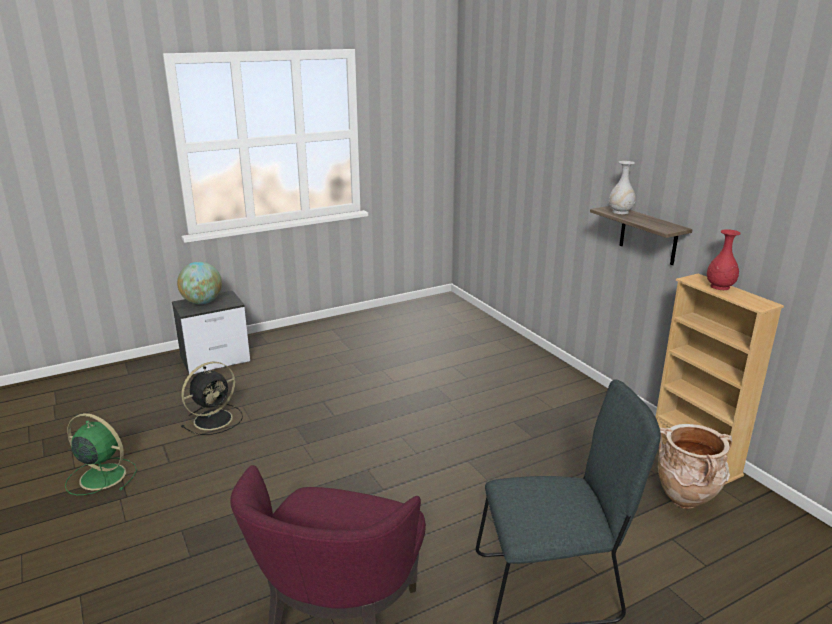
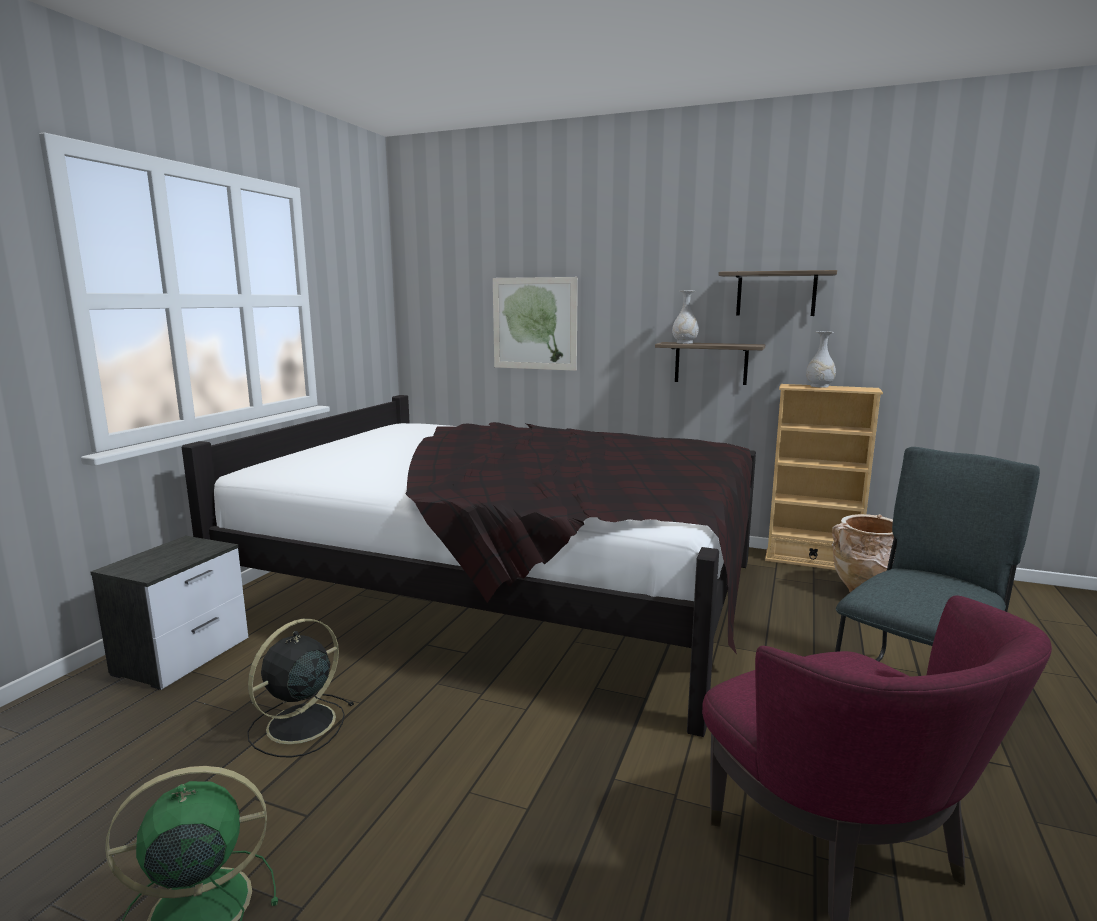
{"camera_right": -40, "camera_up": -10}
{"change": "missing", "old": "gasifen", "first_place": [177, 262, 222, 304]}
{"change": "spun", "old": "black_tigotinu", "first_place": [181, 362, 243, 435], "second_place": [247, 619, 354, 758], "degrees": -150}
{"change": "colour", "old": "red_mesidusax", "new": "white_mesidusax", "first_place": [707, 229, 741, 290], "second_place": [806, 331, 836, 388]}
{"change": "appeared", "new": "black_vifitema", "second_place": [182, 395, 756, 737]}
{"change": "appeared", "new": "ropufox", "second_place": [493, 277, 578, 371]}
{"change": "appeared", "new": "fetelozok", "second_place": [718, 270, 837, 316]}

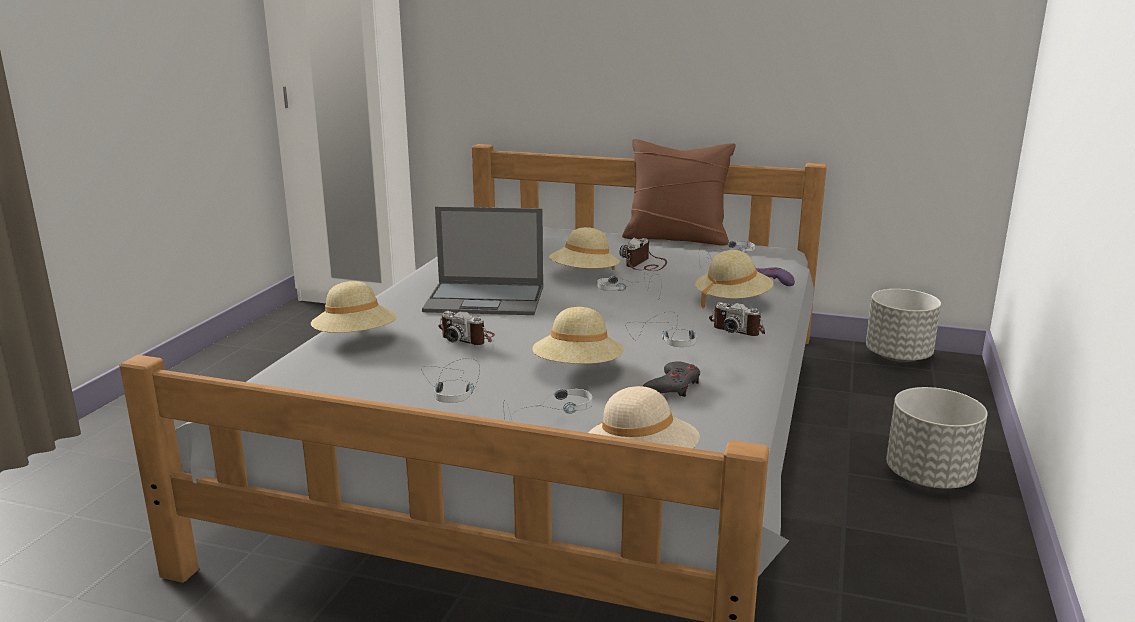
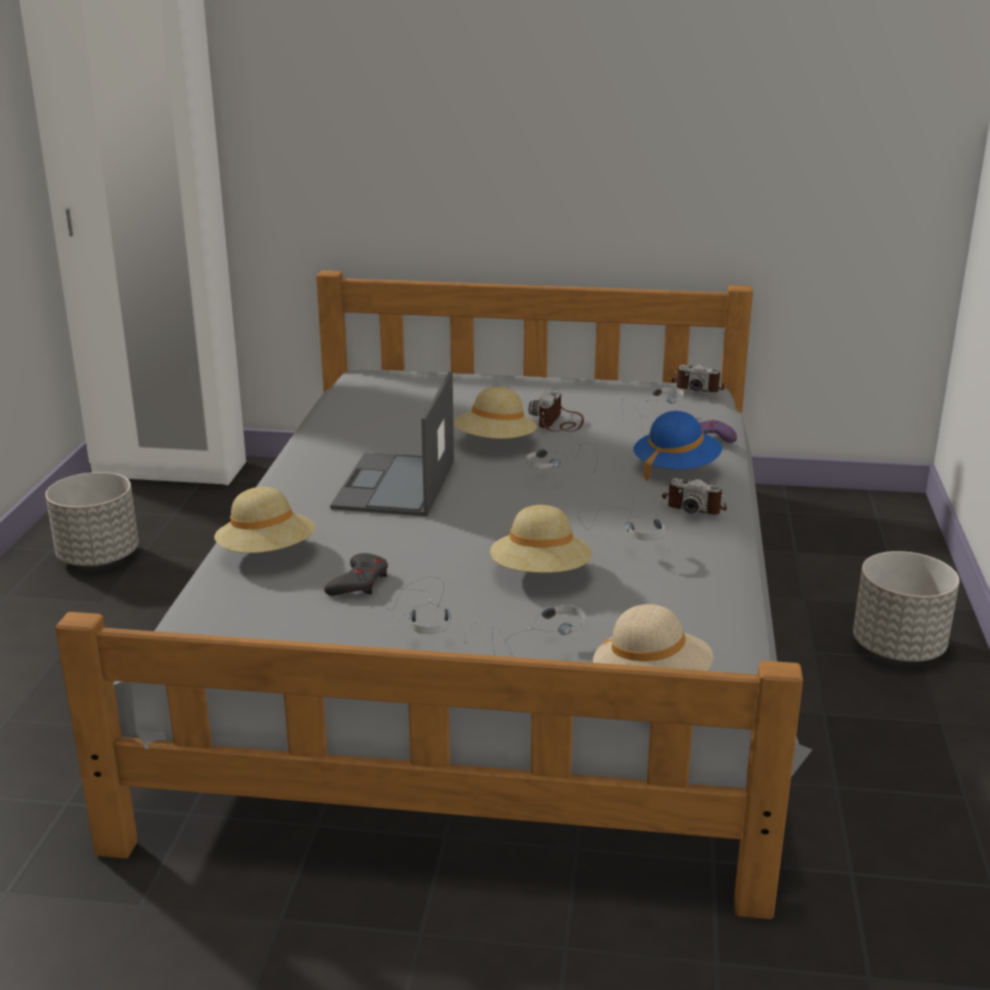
{"camera_right": -10, "camera_up": 5}
{"change": "spun", "old": "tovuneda", "first_place": [422, 206, 543, 315], "second_place": [330, 372, 454, 516], "degrees": 105}
{"change": "relocated", "old": "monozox", "first_place": [438, 311, 495, 345], "second_place": [671, 364, 724, 393]}
{"change": "missing", "old": "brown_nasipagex", "first_place": [622, 139, 736, 245]}
{"change": "relocated", "old": "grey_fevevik", "first_place": [642, 361, 700, 397], "second_place": [324, 553, 388, 596]}
{"change": "colour", "old": "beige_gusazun", "new": "blue_gusazun", "first_place": [695, 250, 774, 309], "second_place": [634, 411, 722, 481]}
{"change": "relocated", "old": "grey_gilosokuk", "first_place": [866, 289, 941, 362], "second_place": [45, 472, 139, 566]}

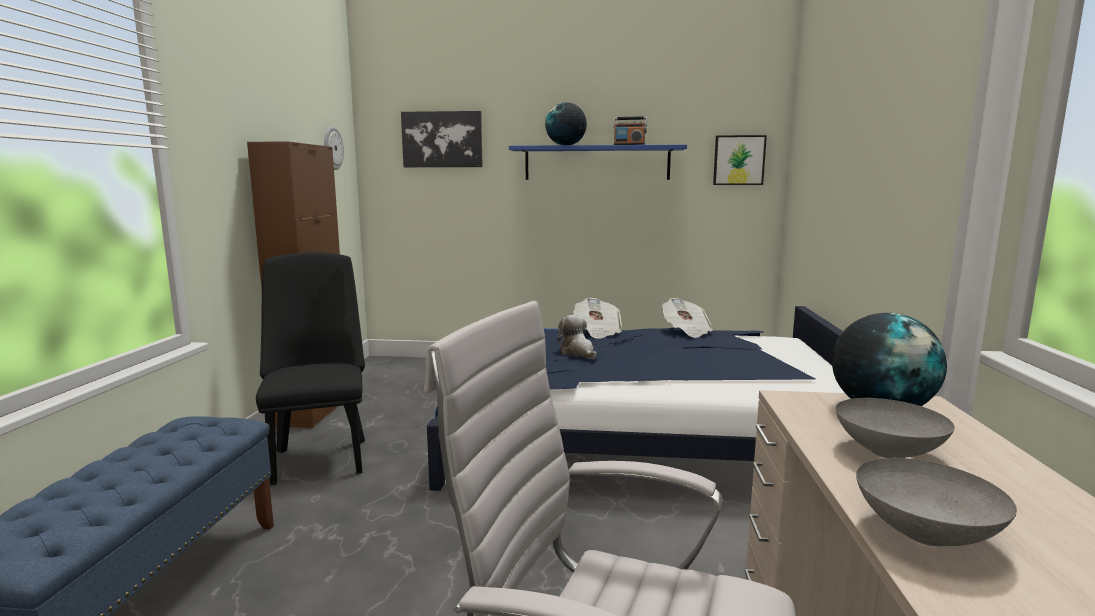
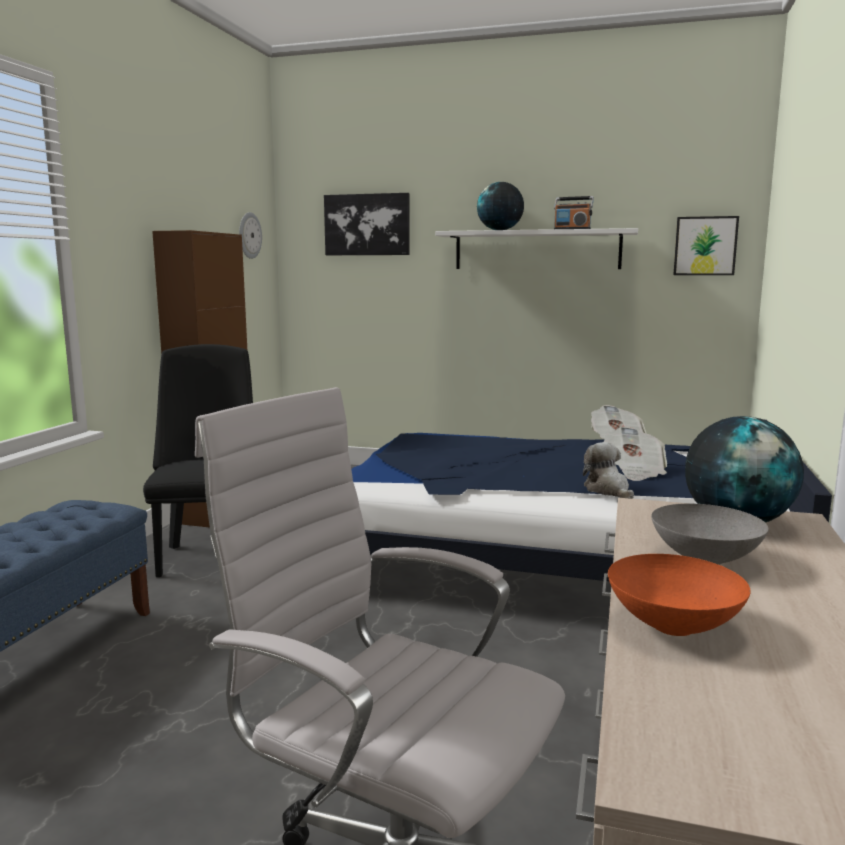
{"camera_right": 10, "camera_up": 0}
{"change": "colour", "old": "blue_fetelozok", "new": "white_fetelozok", "first_place": [509, 145, 687, 180], "second_place": [435, 228, 638, 269]}
{"change": "relocated", "old": "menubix", "first_place": [557, 315, 597, 359], "second_place": [583, 442, 634, 499]}
{"change": "relocated", "old": "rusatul", "first_place": [574, 298, 622, 339], "second_place": [604, 426, 667, 481]}
{"change": "colour", "old": "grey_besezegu", "new": "orange_besezegu", "first_place": [856, 458, 1017, 546], "second_place": [608, 554, 750, 636]}

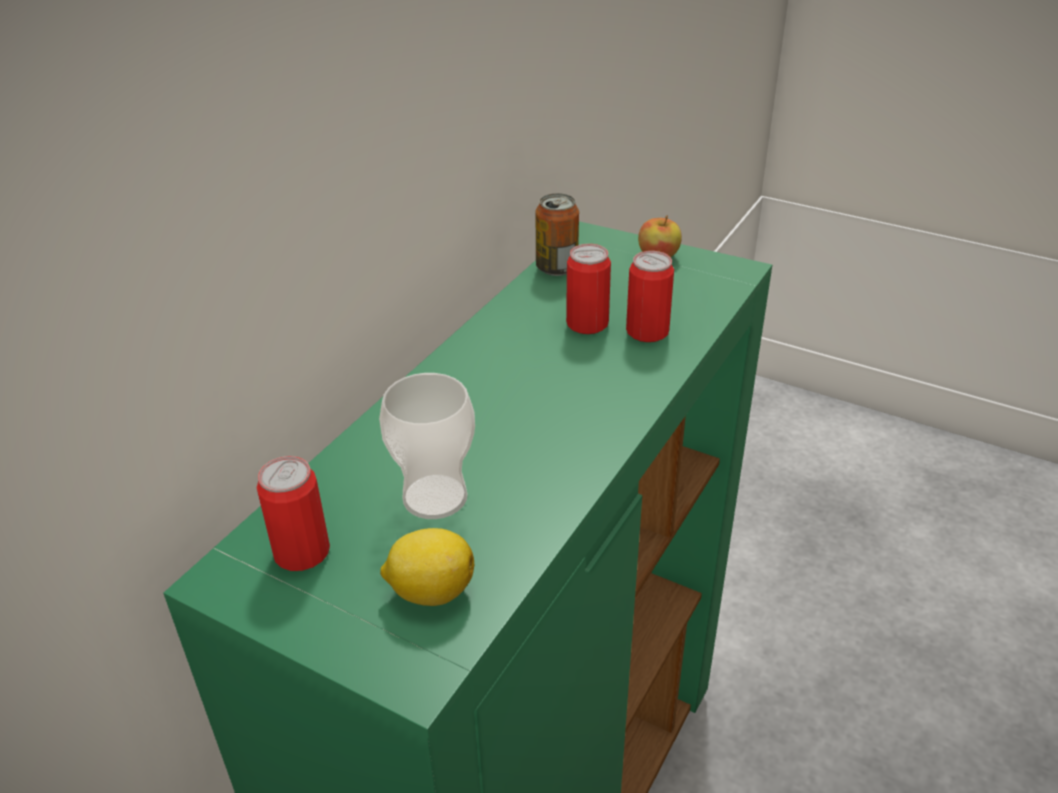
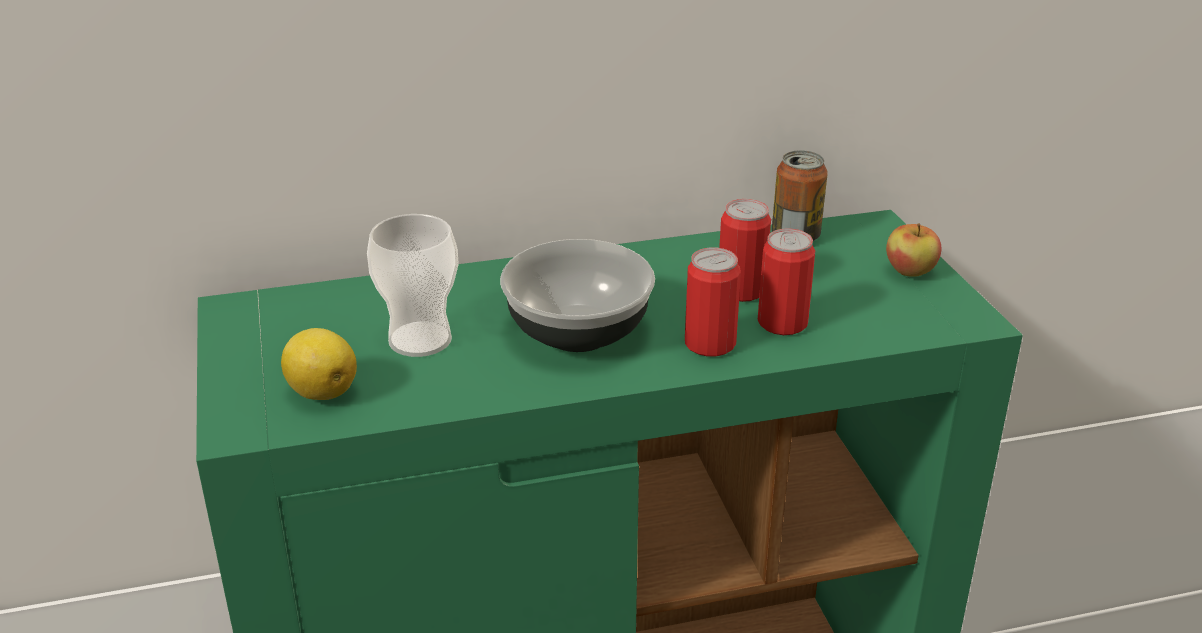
{"camera_right": 45, "camera_up": -5}
{"change": "relocated", "old": "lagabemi", "first_place": [257, 456, 330, 571], "second_place": [685, 247, 741, 357]}
{"change": "appeared", "new": "besezegu", "second_place": [500, 239, 655, 352]}

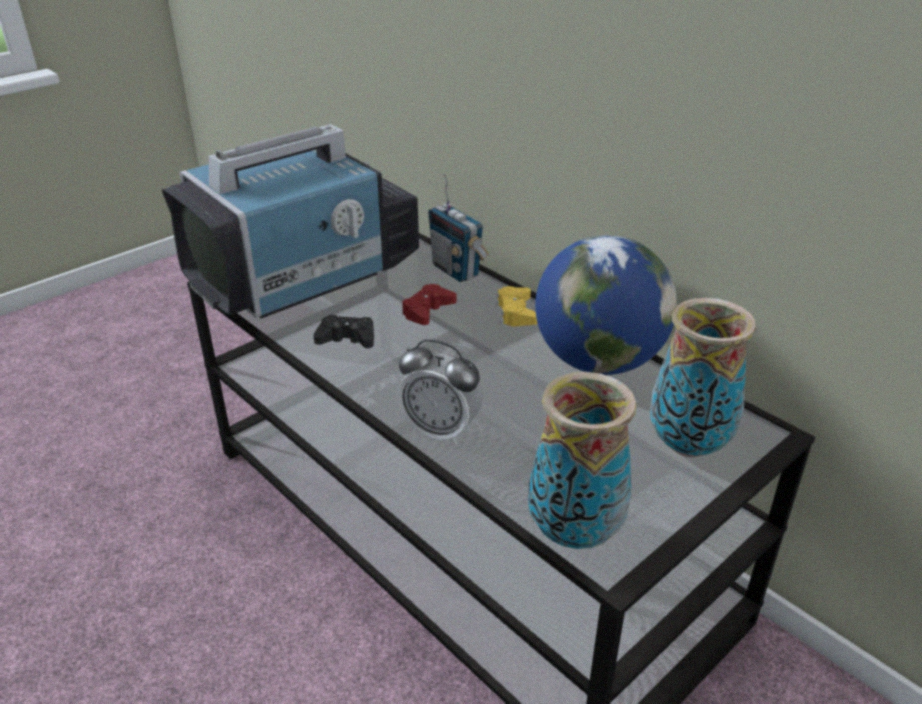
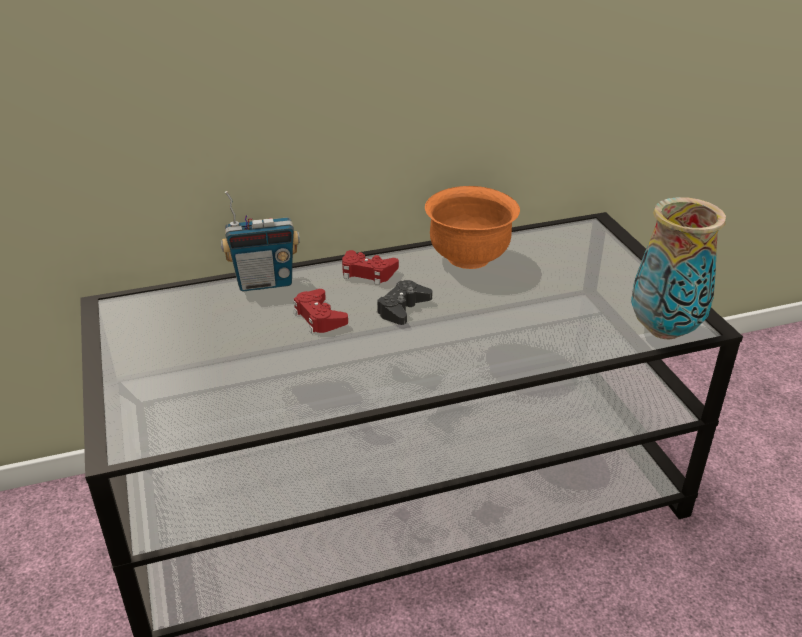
{"camera_right": -65, "camera_up": 0}
{"change": "missing", "old": "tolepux", "first_place": [162, 124, 419, 319]}
{"change": "relocated", "old": "black_fevevik", "first_place": [313, 315, 374, 348], "second_place": [377, 280, 432, 325]}
{"change": "missing", "old": "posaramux", "first_place": [397, 339, 483, 446]}
{"change": "colour", "old": "yellow_fevevik", "new": "red_fevevik", "first_place": [496, 286, 538, 327], "second_place": [342, 250, 399, 285]}
{"change": "exchanged", "old": "gasifen", "new": "orange_besezegu", "first_place": [535, 235, 677, 375], "second_place": [425, 186, 520, 269]}
{"change": "missing", "old": "mesidusax", "first_place": [650, 298, 756, 457]}

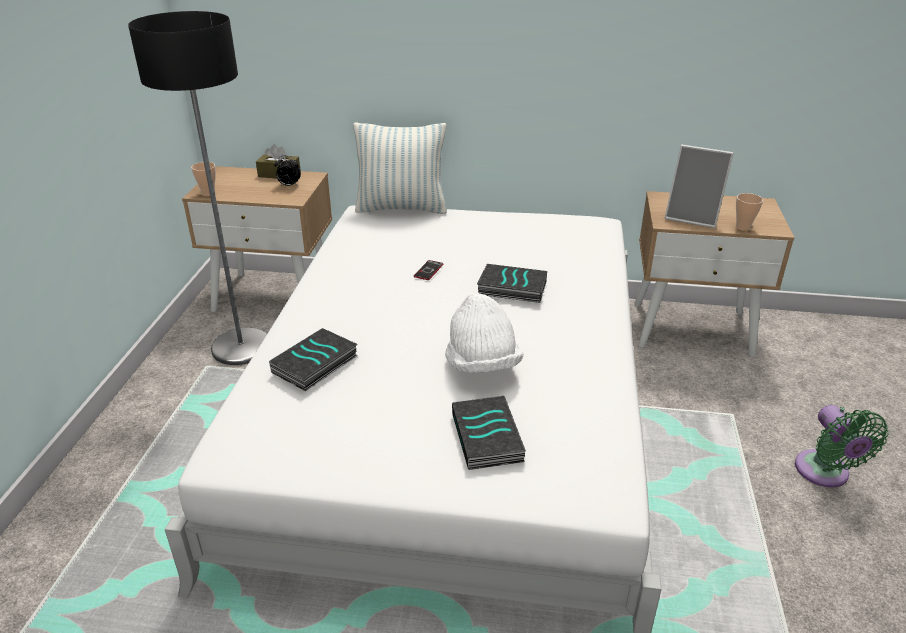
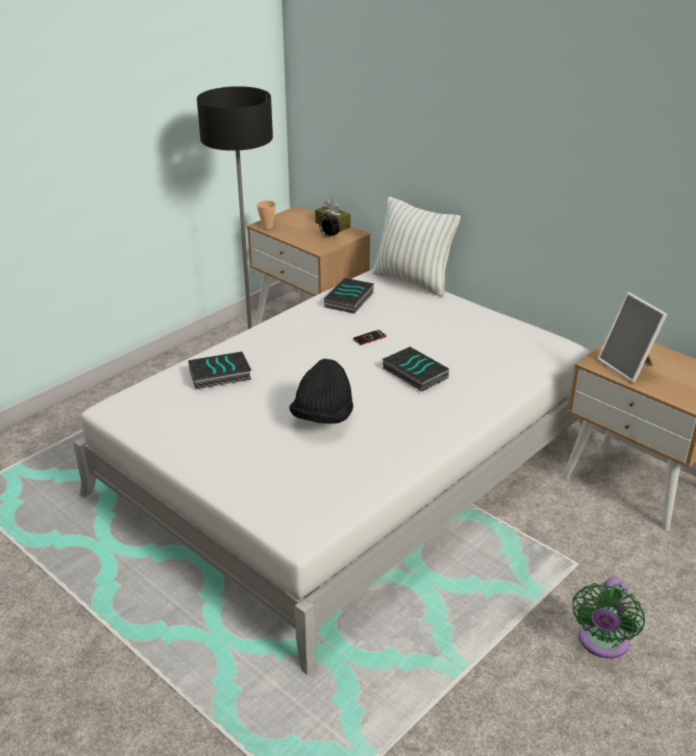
{"camera_right": 35, "camera_up": 0}
{"change": "colour", "old": "white_gusazun", "new": "black_gusazun", "first_place": [445, 293, 523, 373], "second_place": [289, 359, 353, 424]}
{"change": "relocated", "old": "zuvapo", "first_place": [452, 396, 526, 470], "second_place": [324, 278, 374, 314]}
{"change": "missing", "old": "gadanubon", "first_place": [736, 193, 763, 231]}

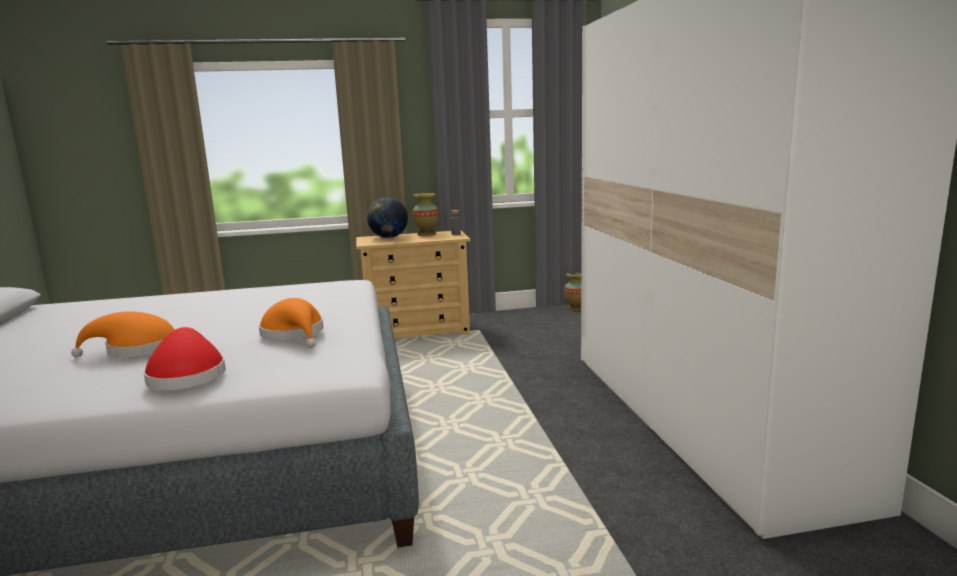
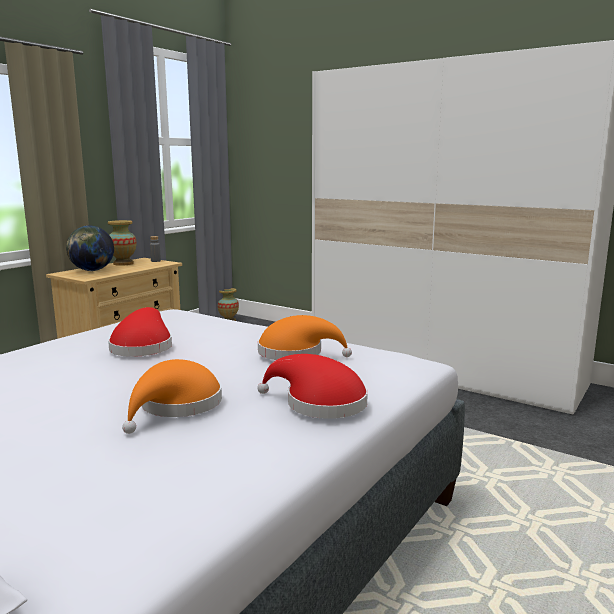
{"camera_right": -45, "camera_up": 0}
{"change": "appeared", "new": "red_gusazun", "second_place": [108, 307, 172, 357]}

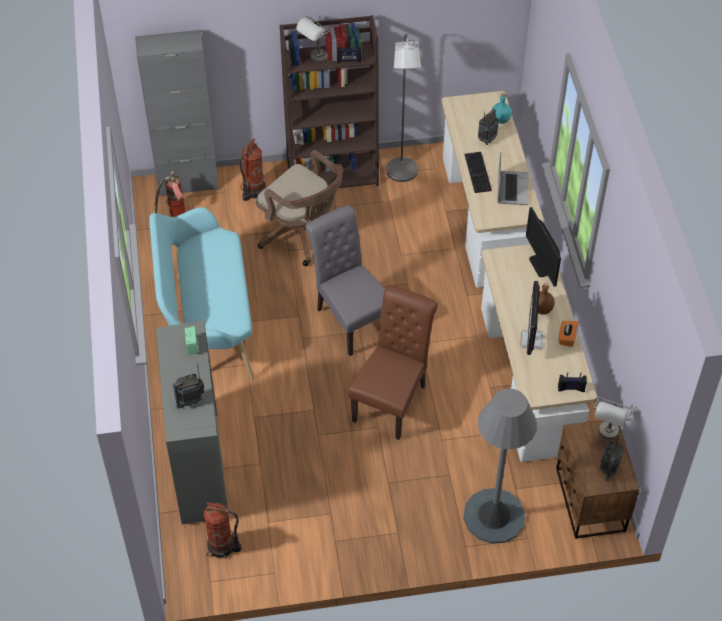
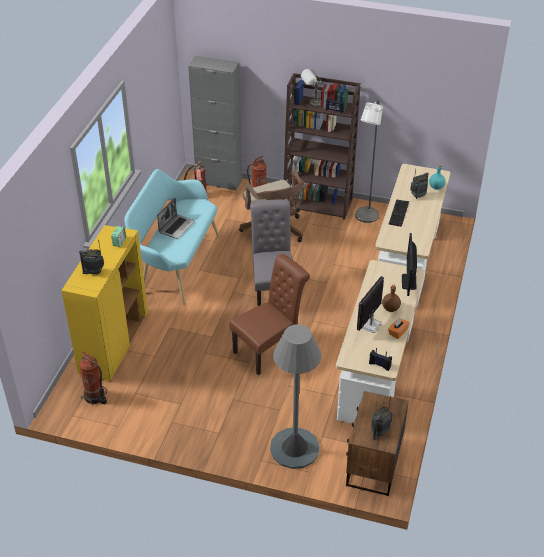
{"camera_right": 25, "camera_up": -10}
{"change": "colour", "old": "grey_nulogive", "new": "yellow_nulogive", "first_place": [156, 321, 229, 524], "second_place": [61, 225, 148, 381]}
{"change": "relocated", "old": "tovuneda", "first_place": [498, 153, 528, 205], "second_place": [157, 198, 195, 239]}
{"change": "missing", "old": "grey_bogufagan", "first_place": [593, 397, 633, 439]}

